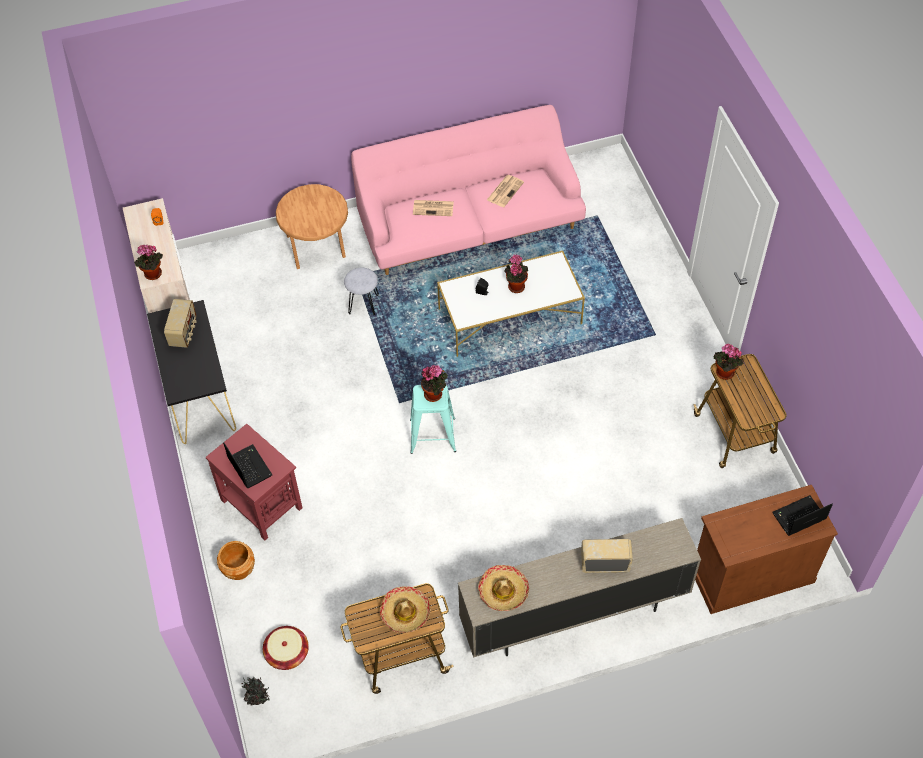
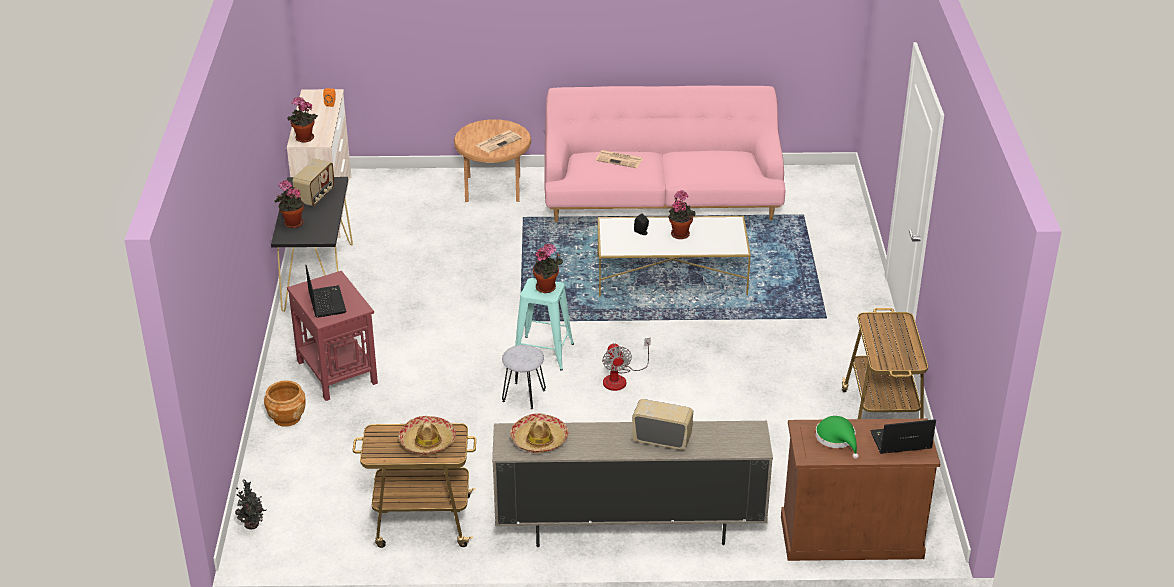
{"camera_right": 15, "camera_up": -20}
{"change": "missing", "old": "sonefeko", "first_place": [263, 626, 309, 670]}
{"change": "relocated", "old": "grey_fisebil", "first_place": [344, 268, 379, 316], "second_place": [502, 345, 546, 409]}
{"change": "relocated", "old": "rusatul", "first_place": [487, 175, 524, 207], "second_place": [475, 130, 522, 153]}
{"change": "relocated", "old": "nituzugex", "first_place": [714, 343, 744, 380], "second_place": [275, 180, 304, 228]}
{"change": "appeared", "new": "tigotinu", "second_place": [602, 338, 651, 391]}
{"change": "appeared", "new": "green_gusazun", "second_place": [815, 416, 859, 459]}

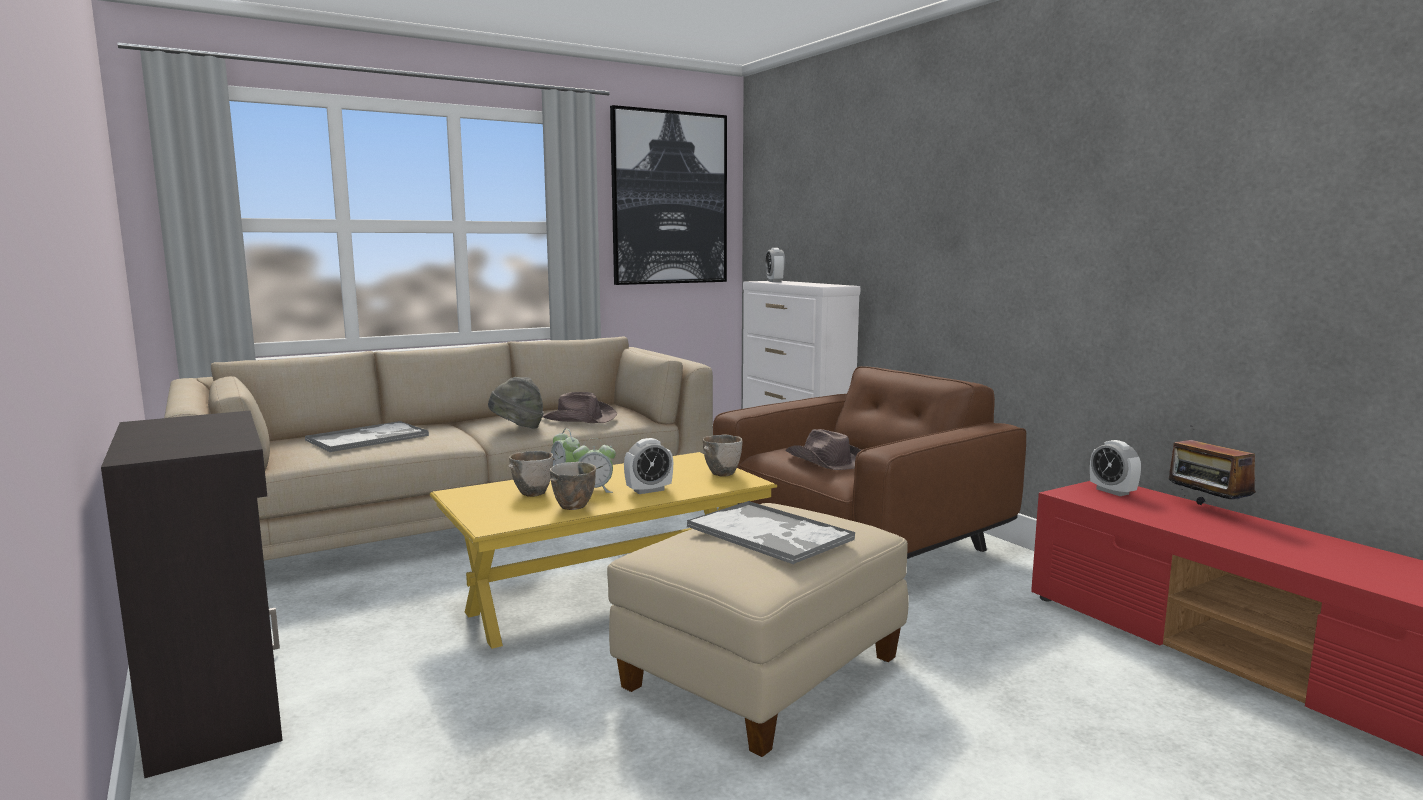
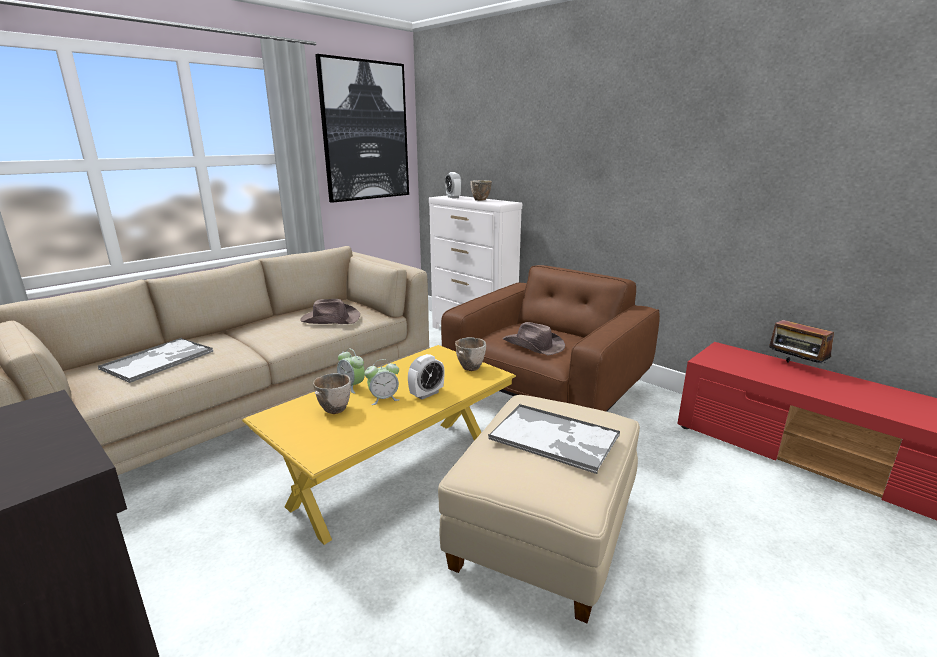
{"camera_right": -15, "camera_up": 10}
{"change": "missing", "old": "grey_gusazun", "first_place": [488, 377, 544, 429]}
{"change": "relocated", "old": "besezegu", "first_place": [550, 462, 596, 510], "second_place": [470, 180, 492, 201]}
{"change": "missing", "old": "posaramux", "first_place": [1090, 440, 1141, 496]}

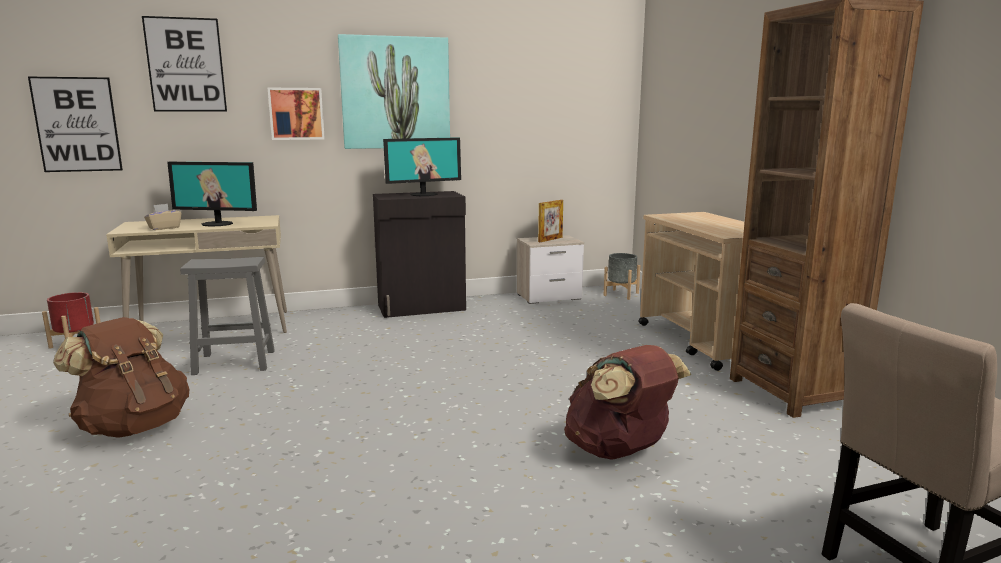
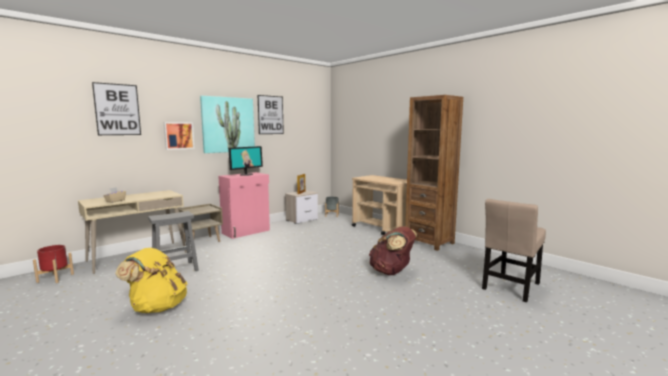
{"camera_right": -25, "camera_up": -5}
{"change": "relocated", "old": "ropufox", "first_place": [28, 77, 123, 172], "second_place": [258, 95, 284, 134]}
{"change": "colour", "old": "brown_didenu", "new": "yellow_didenu", "first_place": [53, 317, 189, 438], "second_place": [115, 248, 187, 313]}
{"change": "missing", "old": "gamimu", "first_place": [167, 162, 257, 227]}
{"change": "colour", "old": "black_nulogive", "new": "pink_nulogive", "first_place": [373, 191, 466, 318], "second_place": [218, 172, 270, 239]}
{"change": "appeared", "new": "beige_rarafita", "second_place": [179, 204, 223, 242]}

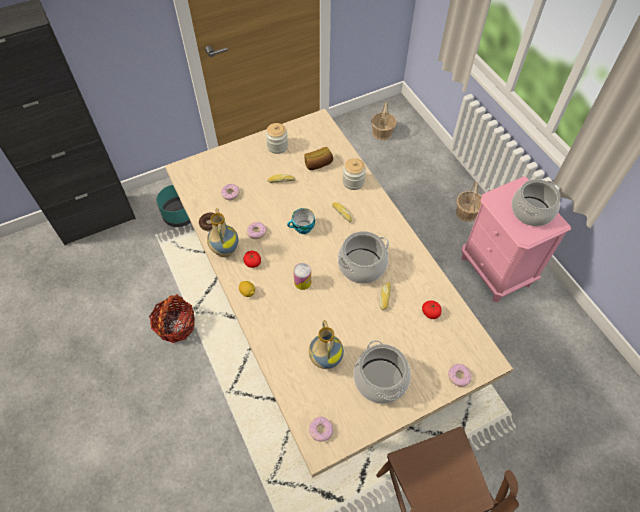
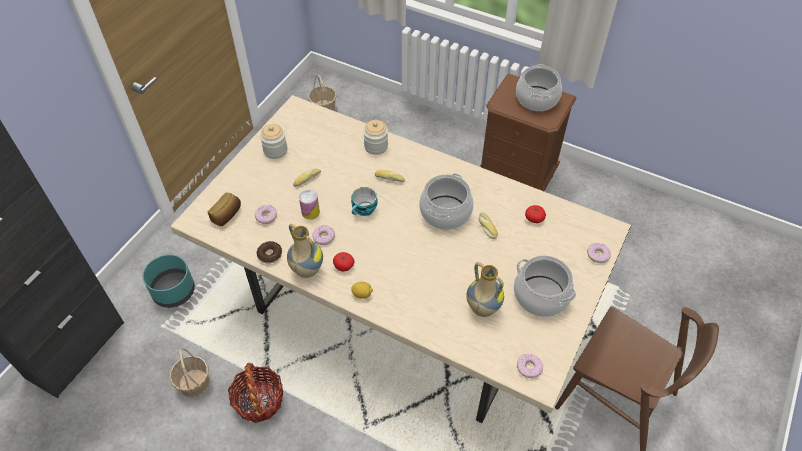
{"camera_right": -35, "camera_up": -5}
{"change": "relocated", "old": "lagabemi", "first_place": [293, 263, 311, 290], "second_place": [299, 190, 320, 219]}
{"change": "relocated", "old": "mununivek", "first_place": [304, 147, 333, 170], "second_place": [208, 193, 241, 226]}
{"change": "relocated", "old": "sonefeko", "first_place": [456, 182, 482, 222], "second_place": [170, 348, 210, 398]}
{"change": "colour", "old": "pink_rarafita", "new": "brown_rarafita", "first_place": [461, 176, 571, 302], "second_place": [479, 74, 576, 191]}

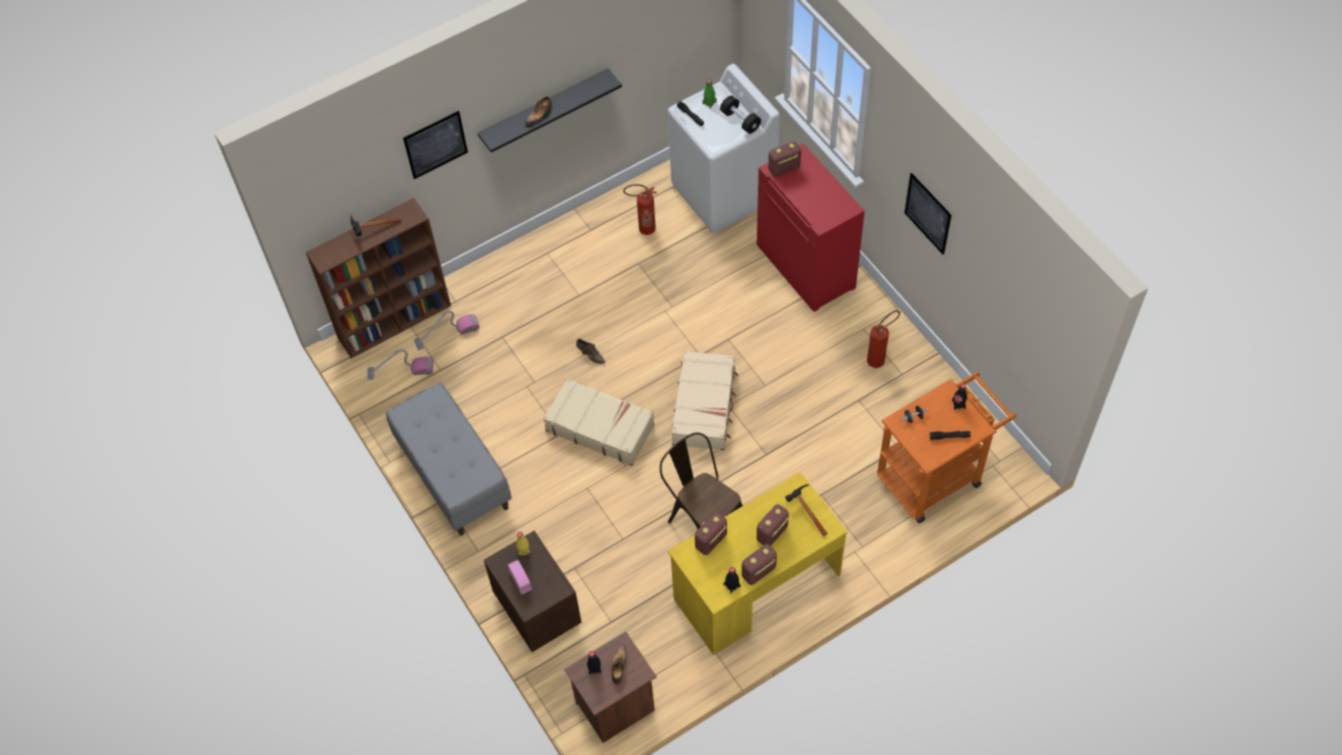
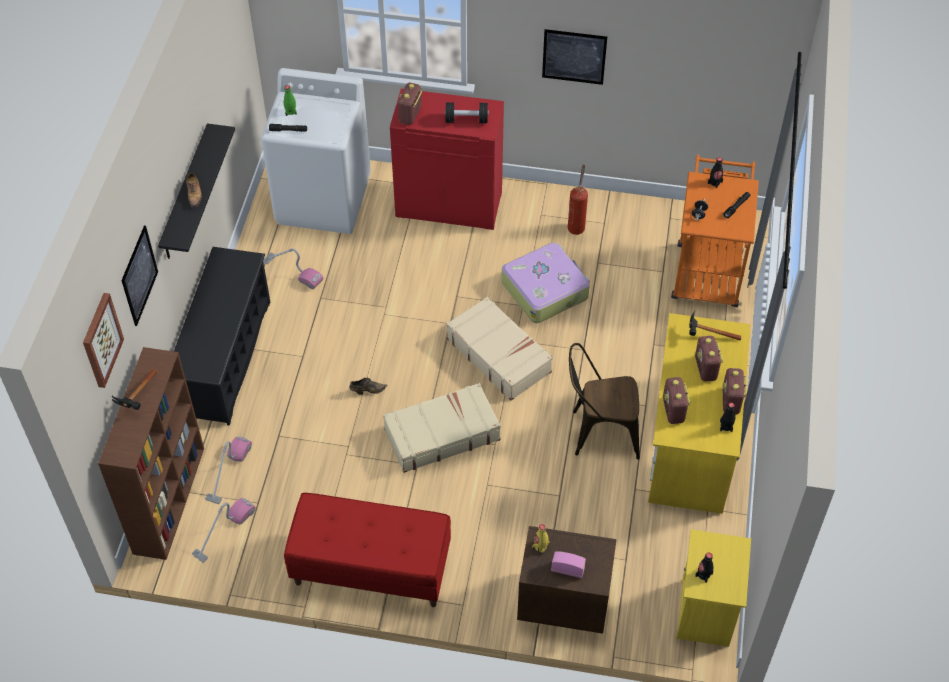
{"camera_right": -50, "camera_up": -5}
{"change": "colour", "old": "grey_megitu", "new": "red_megitu", "first_place": [386, 383, 512, 536], "second_place": [284, 493, 451, 607]}
{"change": "colour", "old": "brown_rarafita", "new": "yellow_rarafita", "first_place": [564, 632, 657, 743], "second_place": [676, 529, 751, 647]}
{"change": "missing", "old": "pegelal", "first_place": [611, 644, 627, 684]}
{"change": "exchanged", "old": "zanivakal", "new": "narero", "first_place": [623, 184, 657, 235], "second_place": [263, 248, 324, 289]}
{"change": "relocated", "old": "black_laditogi", "first_place": [720, 96, 761, 134], "second_place": [445, 102, 489, 123]}
{"change": "appeared", "new": "ropufox", "second_place": [83, 293, 124, 388]}
{"change": "appeared", "new": "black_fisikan", "second_place": [174, 247, 270, 426]}
{"change": "appeared", "new": "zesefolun", "second_place": [501, 243, 590, 323]}

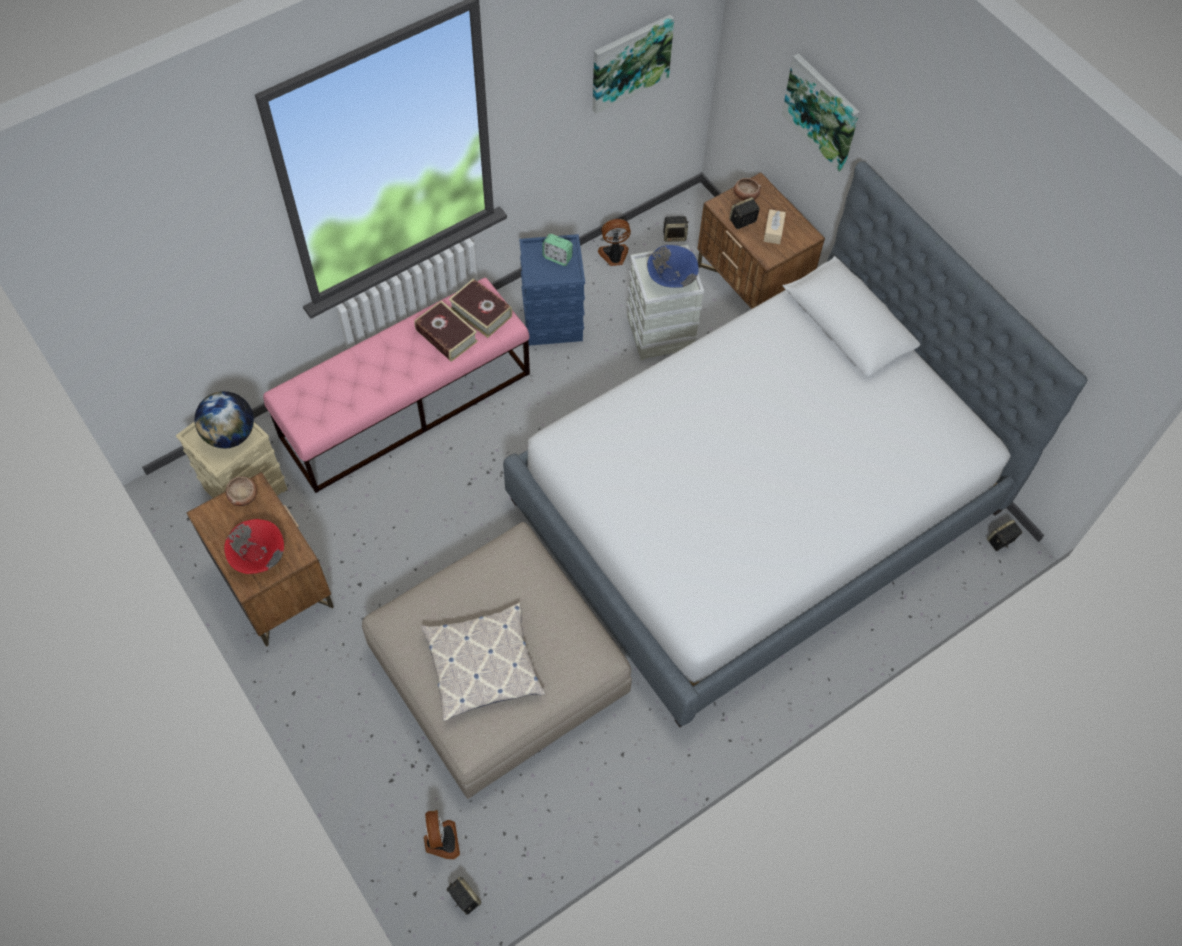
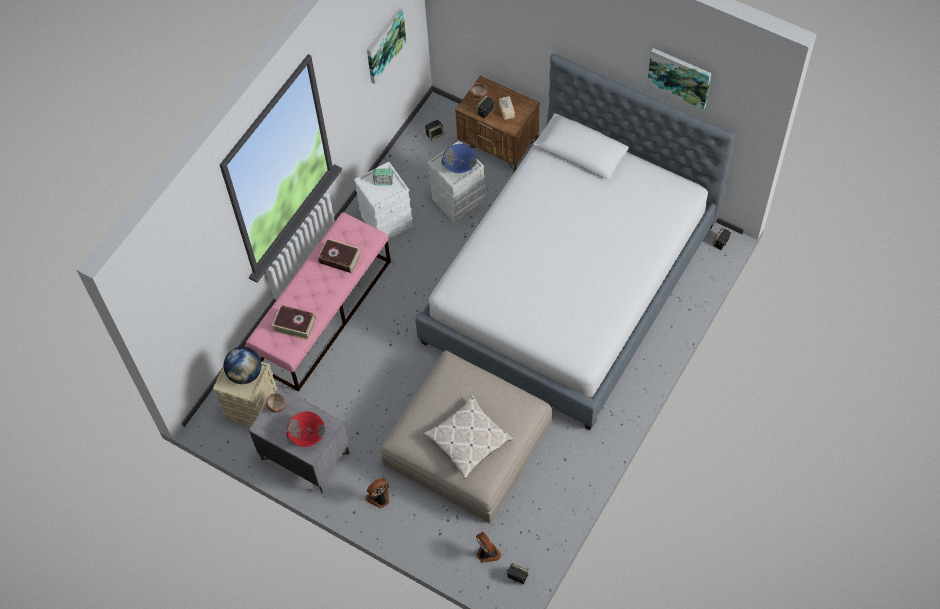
{"camera_right": -20, "camera_up": 0}
{"change": "colour", "old": "brown_rarafita", "new": "grey_rarafita", "first_place": [187, 472, 334, 647], "second_place": [248, 387, 350, 494]}
{"change": "relocated", "old": "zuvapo", "first_place": [449, 279, 512, 338], "second_place": [272, 305, 316, 340]}
{"change": "colour", "old": "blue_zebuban", "new": "white_zebuban", "first_place": [519, 234, 585, 346], "second_place": [354, 162, 413, 240]}
{"change": "relocated", "old": "tigotinu", "first_place": [598, 219, 631, 266], "second_place": [366, 478, 389, 508]}
{"change": "relocated", "old": "ropufox", "first_place": [782, 53, 860, 172], "second_place": [647, 48, 711, 110]}

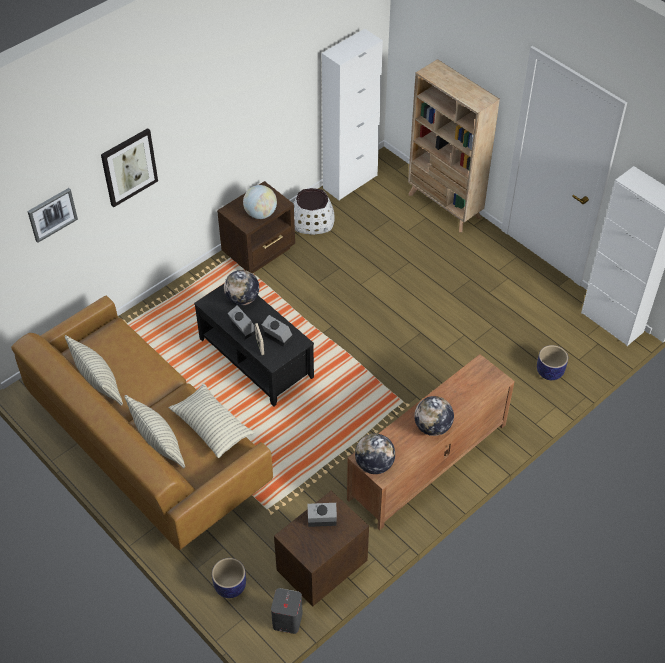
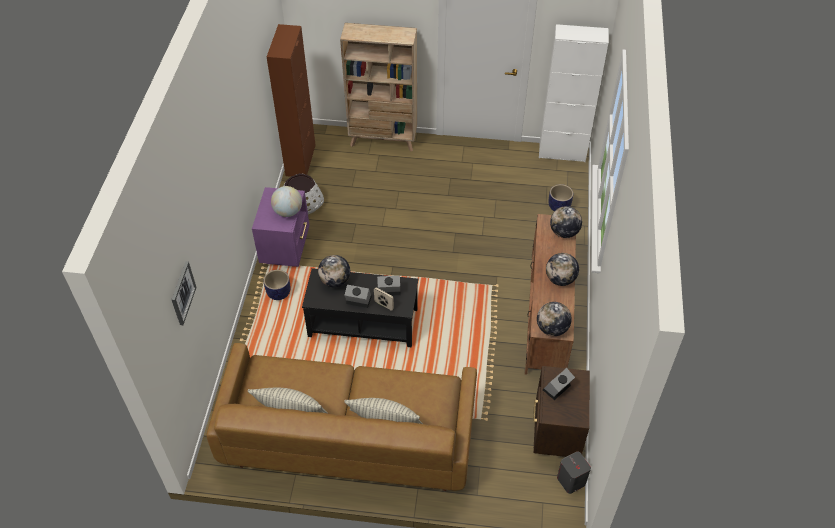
{"camera_right": -40, "camera_up": 0}
{"change": "missing", "old": "ropufox", "first_place": [101, 128, 158, 207]}
{"change": "missing", "old": "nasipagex", "first_place": [169, 384, 254, 458]}
{"change": "relocated", "old": "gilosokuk", "first_place": [212, 558, 246, 598], "second_place": [264, 270, 290, 300]}
{"change": "colour", "old": "brown_rarafita", "new": "purple_rarafita", "first_place": [217, 181, 295, 273], "second_place": [252, 187, 310, 267]}
{"change": "colour", "old": "white_nulogive", "new": "brown_nulogive", "first_place": [322, 29, 383, 201], "second_place": [267, 24, 316, 177]}
{"change": "appeared", "new": "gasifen", "second_place": [550, 206, 582, 238]}

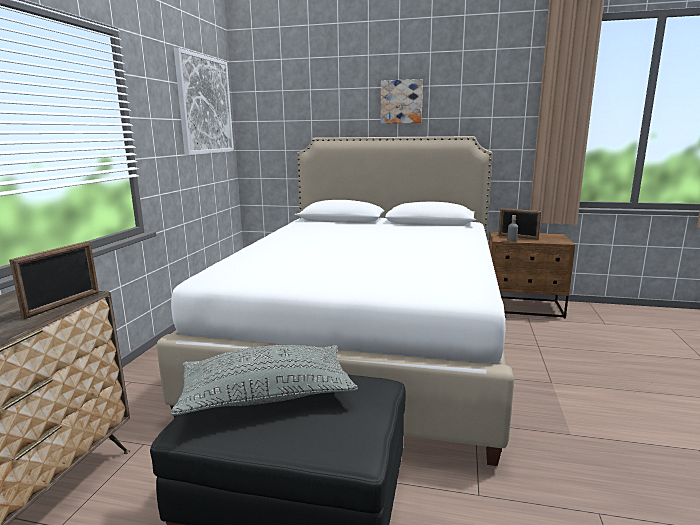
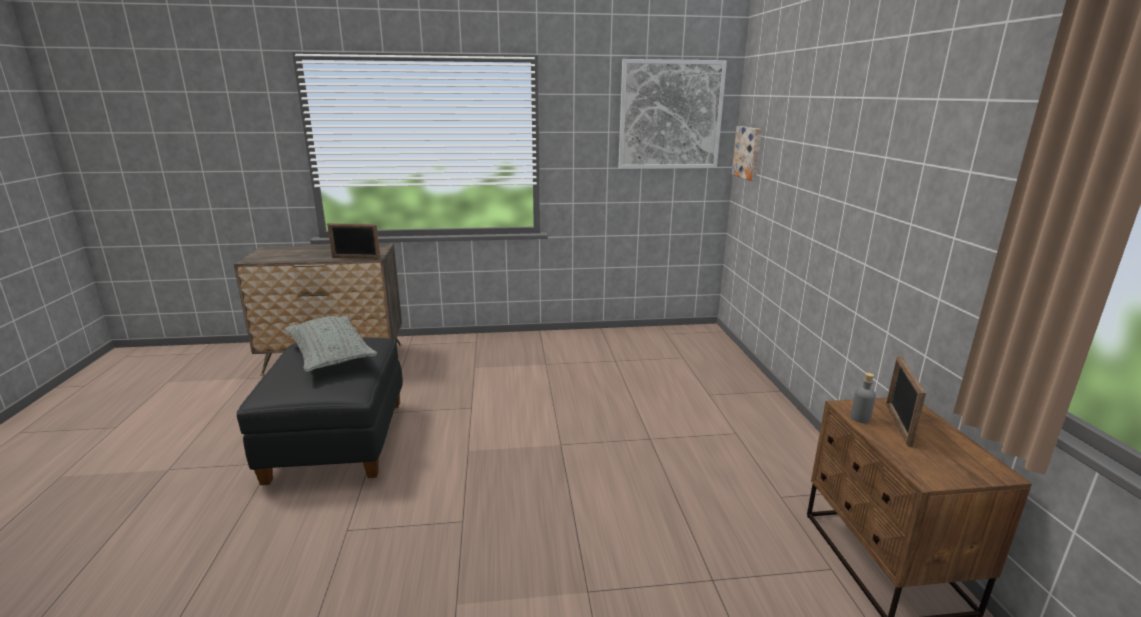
{"camera_right": 70, "camera_up": 5}
{"change": "missing", "old": "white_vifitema", "first_place": [156, 136, 515, 466]}
{"change": "relocated", "old": "ropufox", "first_place": [381, 79, 423, 124], "second_place": [732, 126, 762, 181]}

